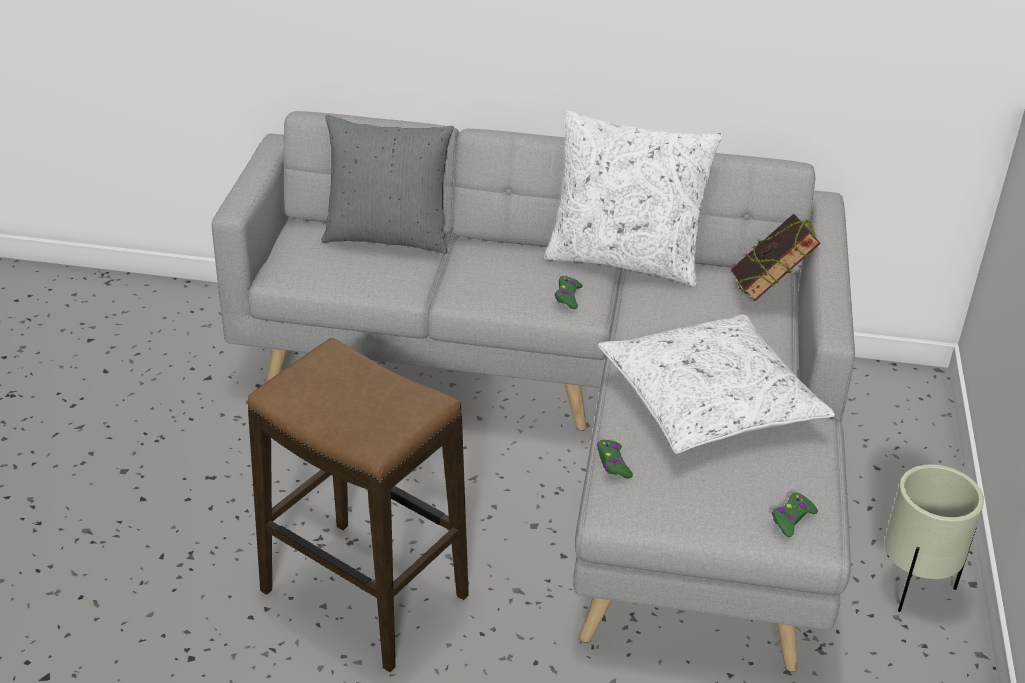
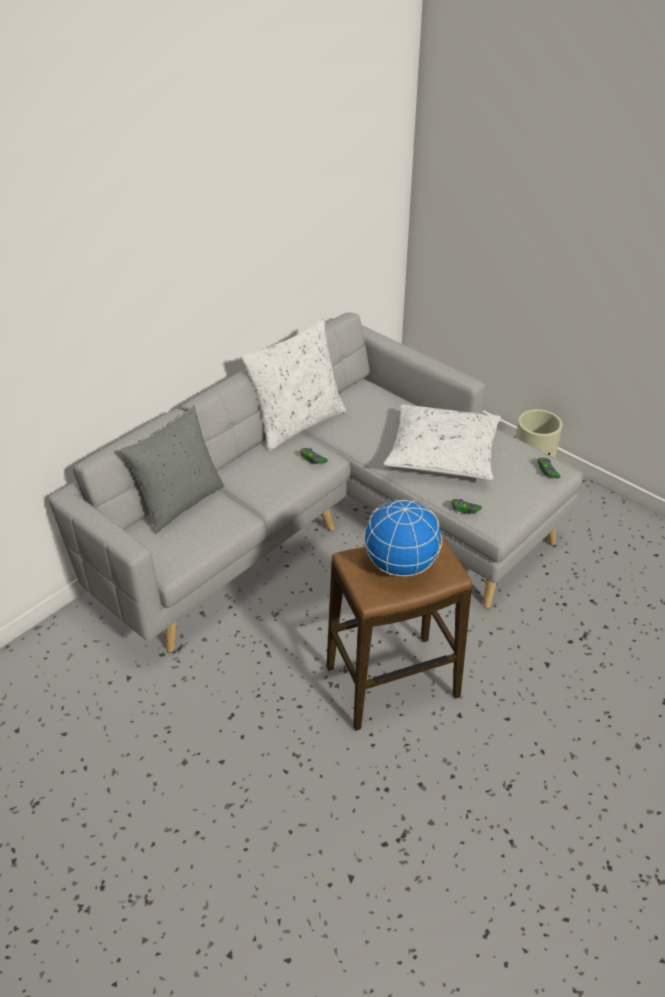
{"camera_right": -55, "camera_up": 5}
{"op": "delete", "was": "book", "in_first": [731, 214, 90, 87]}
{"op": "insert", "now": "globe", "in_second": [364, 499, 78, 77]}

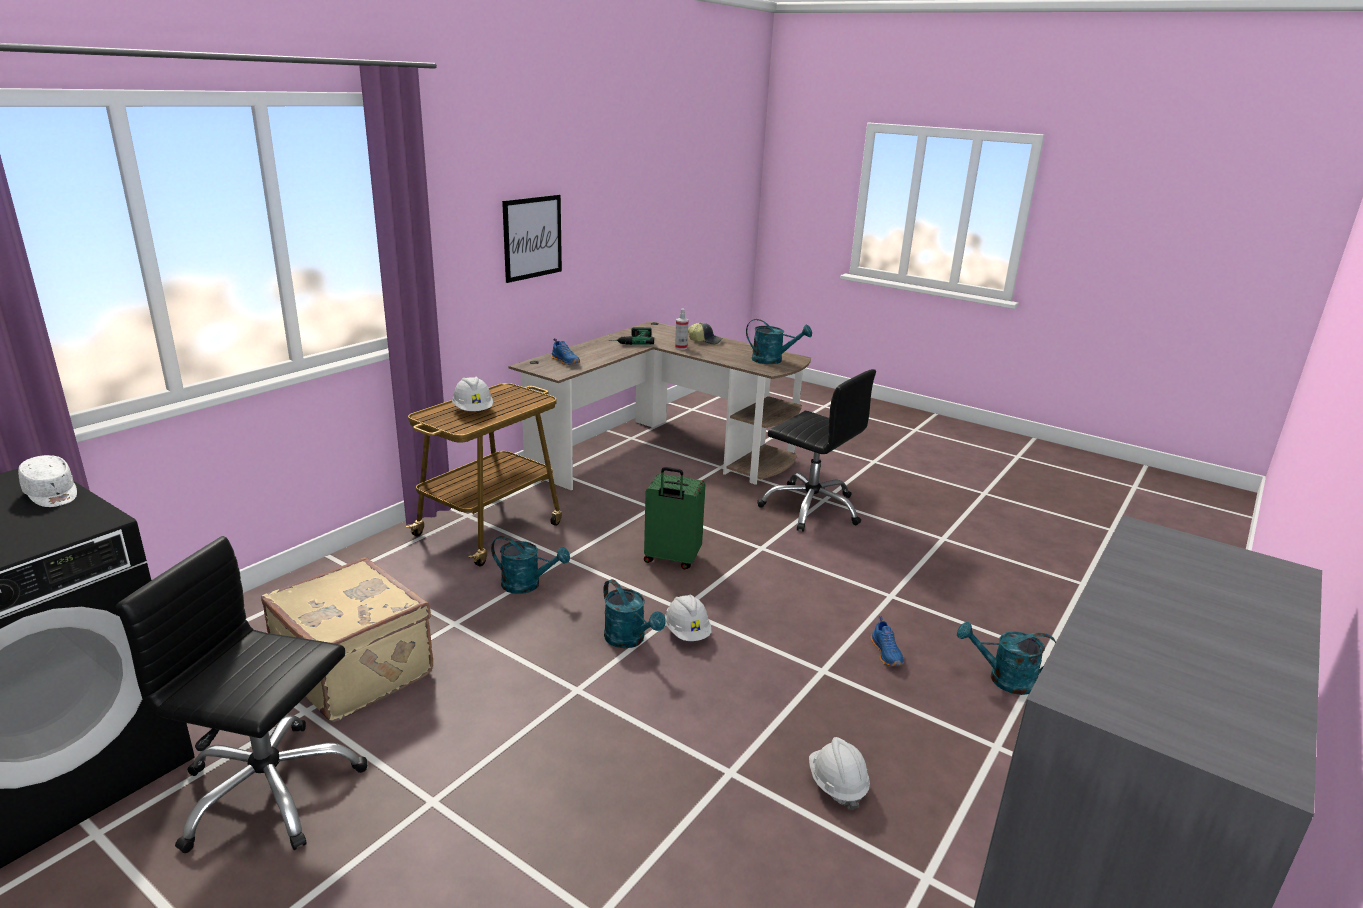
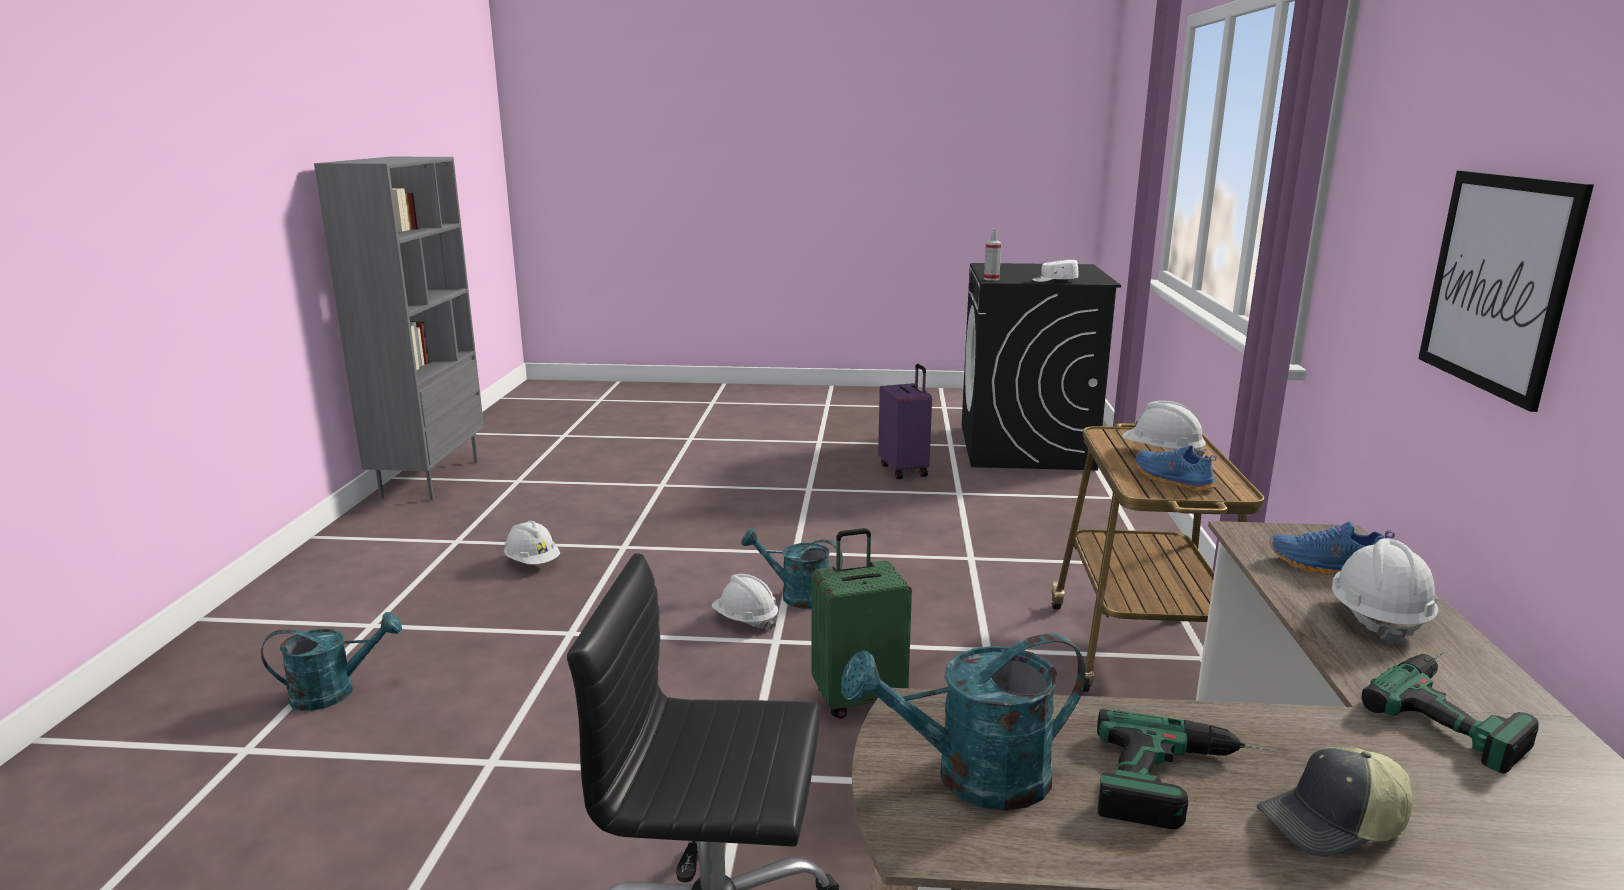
{"camera_right": 150, "camera_up": -5}
{"op": "delete", "was": "beige-coloured suitcase", "in_first": [261, 557, 172, 165]}
{"op": "delete", "was": "turquoise-coloured watering pot", "in_first": [491, 536, 79, 58]}
{"op": "insert", "now": "power drill", "in_second": [1097, 709, 180, 120]}
{"op": "insert", "now": "white-coloured hard hat", "in_second": [1332, 538, 107, 107]}
{"op": "move", "was": "hand sprayer", "in_first": [675, 309, 14, 41], "in_second": [984, 228, 18, 53]}
{"op": "move", "was": "bluish shoe", "in_first": [871, 616, 33, 50], "in_second": [1136, 445, 81, 46]}
{"op": "replace", "was": "blackish computer chair", "now": "purple-coloured suitcase", "in_first": [116, 536, 251, 317], "in_second": [878, 364, 54, 115]}

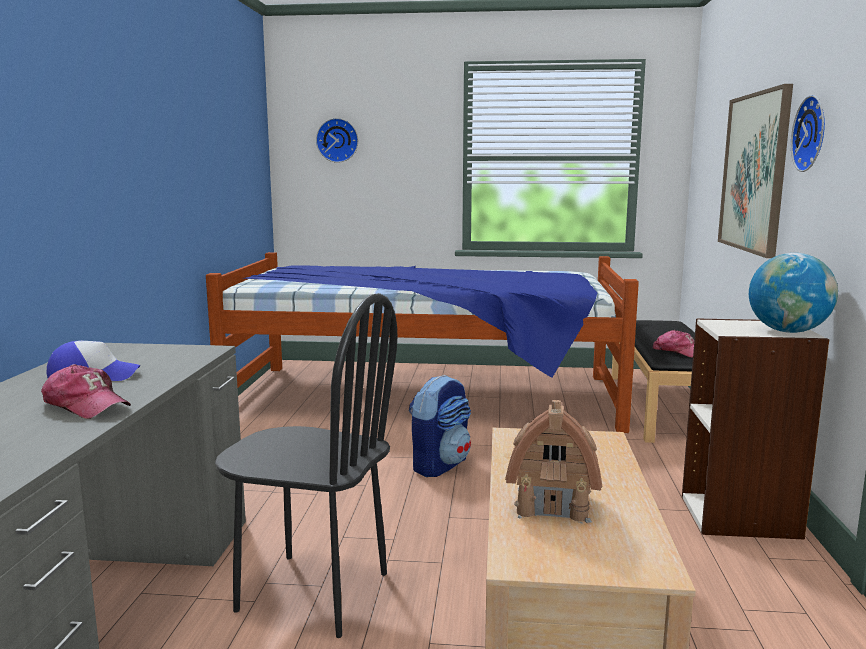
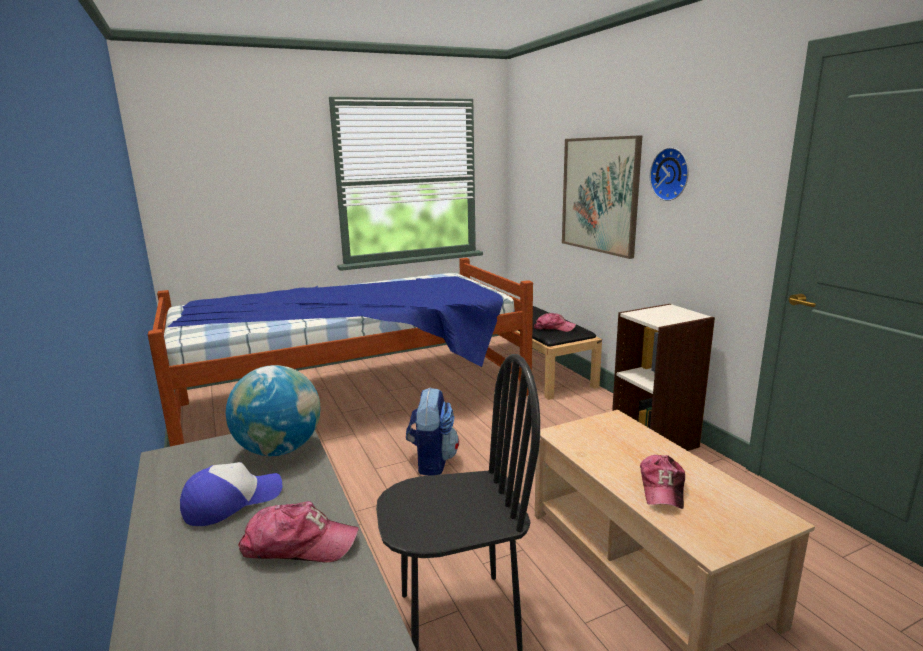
{"camera_right": -30, "camera_up": 5}
{"op": "delete", "was": "clock on the wall", "in_first": [316, 118, 42, 45]}
{"op": "move", "was": "globe", "in_first": [749, 253, 89, 80], "in_second": [226, 365, 94, 91]}
{"op": "replace", "was": "toy house", "now": "baseball cap", "in_first": [505, 400, 97, 124], "in_second": [640, 455, 45, 54]}

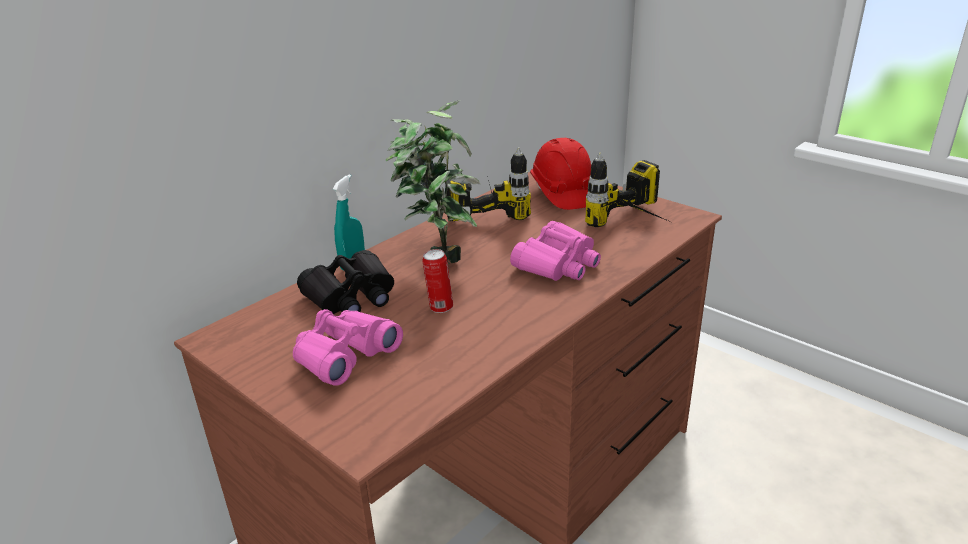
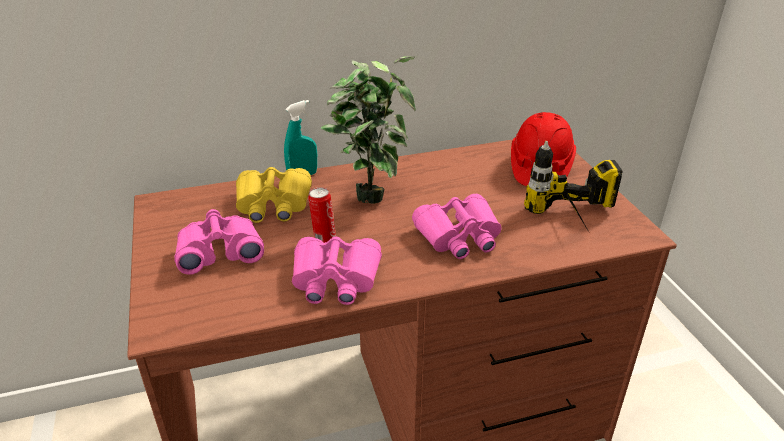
{"camera_right": 30, "camera_up": 5}
{"op": "delete", "was": "power drill", "in_first": [445, 147, 86, 74]}
{"op": "insert", "now": "pinkish pair of binoculars", "in_second": [292, 237, 90, 68]}
{"op": "recolor", "was": "blackish pair of binoculars", "now": "yellowish pair of binoculars", "in_first": [297, 250, 97, 64], "in_second": [236, 167, 76, 56]}

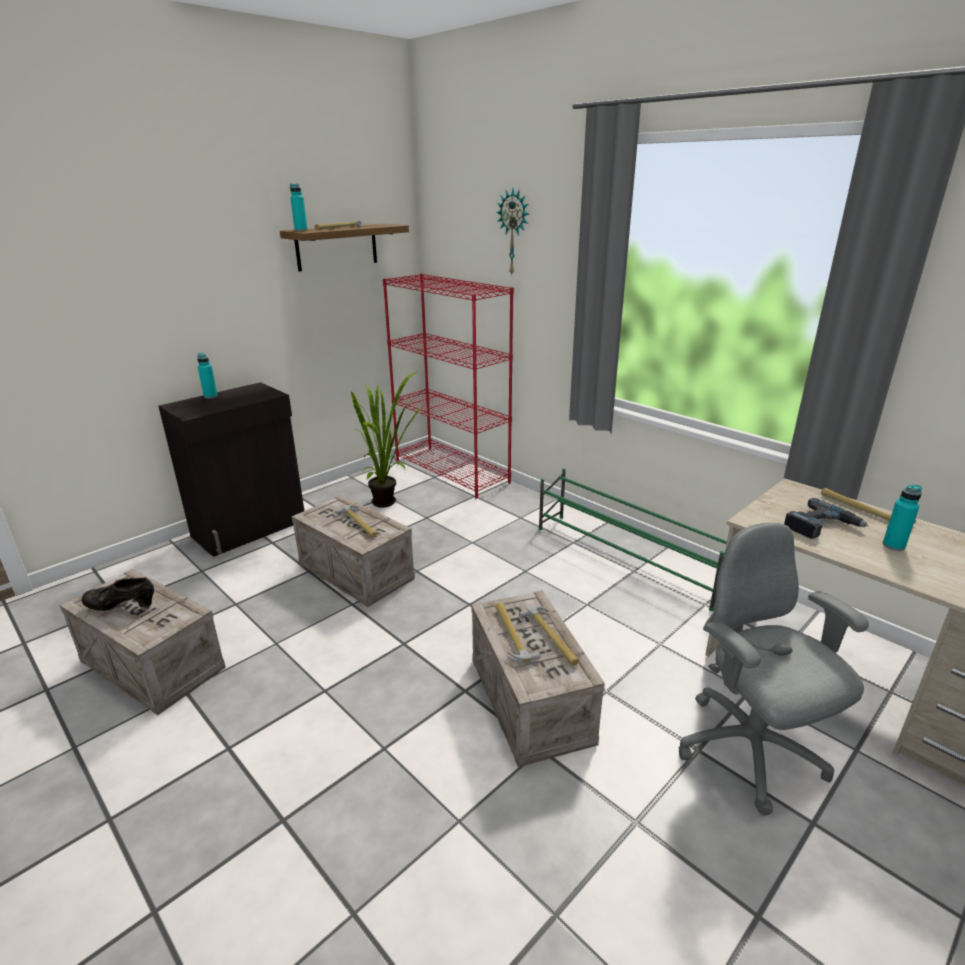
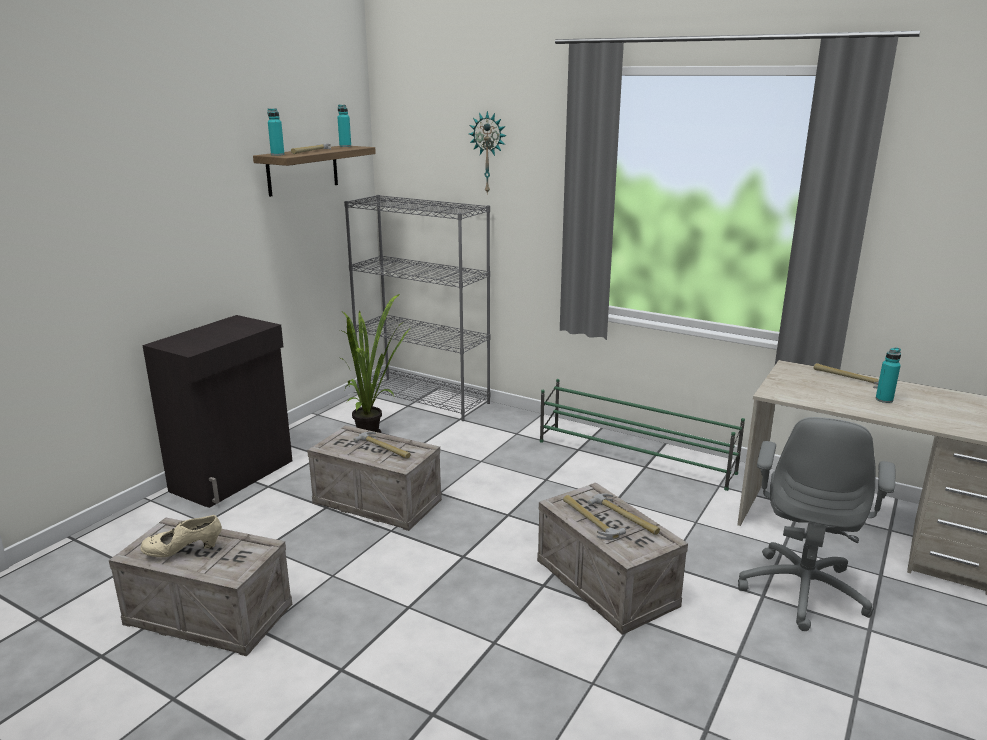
{"camera_right": -15, "camera_up": -5}
{"op": "delete", "was": "power drill", "in_first": [784, 498, 85, 41]}
{"op": "move", "was": "turquoise-coloured beverage bottle", "in_first": [197, 353, 21, 46], "in_second": [337, 105, 14, 42]}
{"op": "recolor", "was": "blackish shoe", "now": "beige-coloured shoe", "in_first": [82, 577, 72, 34], "in_second": [140, 515, 82, 42]}
{"op": "recolor", "was": "red bookshelf", "now": "greyish bookshelf", "in_first": [383, 273, 131, 226], "in_second": [344, 195, 146, 226]}
{"op": "rotate", "was": "greyish computer chair", "in_first": [679, 523, 190, 292], "in_second": [738, 417, 157, 214], "clockwise": -120}

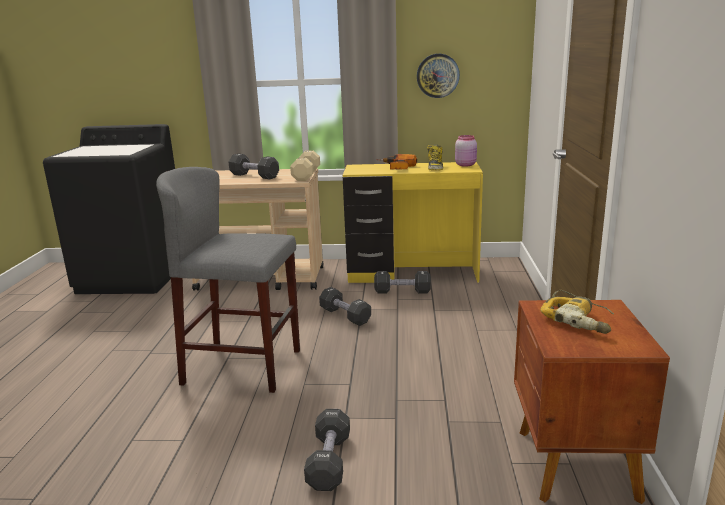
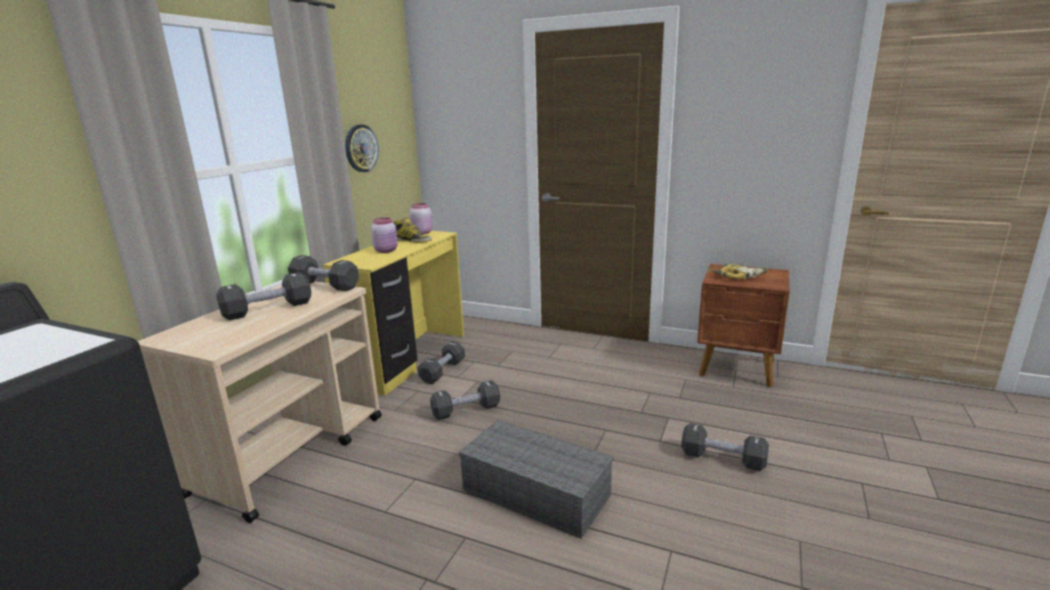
{"camera_right": -70, "camera_up": 0}
{"op": "replace", "was": "greyish sitting stool", "now": "greyish storage container", "in_first": [156, 167, 144, 226], "in_second": [459, 420, 154, 119]}
{"op": "replace", "was": "power drill", "now": "pinkish storage jar", "in_first": [376, 154, 41, 15], "in_second": [371, 217, 27, 36]}
{"op": "recolor", "was": "beige-coloured hand weight", "now": "blackish hand weight", "in_first": [290, 150, 30, 31], "in_second": [288, 255, 71, 36]}

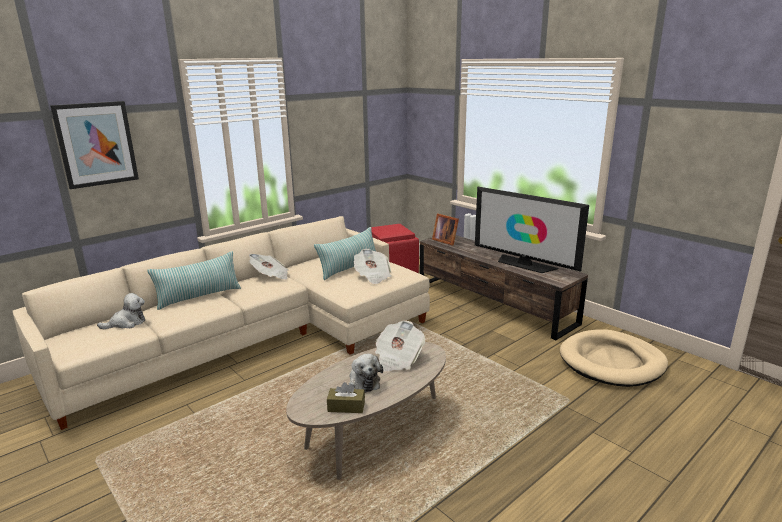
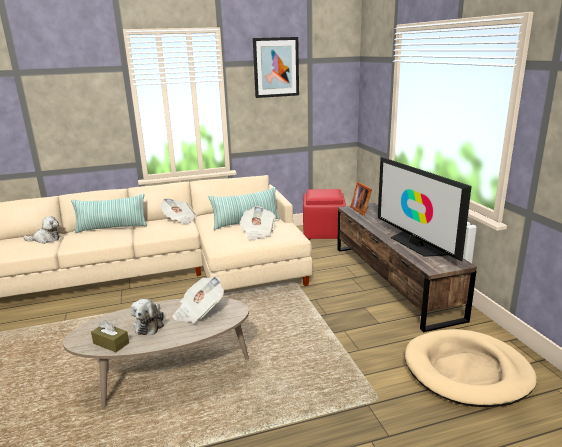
{"camera_right": 25, "camera_up": 0}
{"op": "move", "was": "wall art", "in_first": [50, 101, 89, 88], "in_second": [253, 37, 46, 61]}

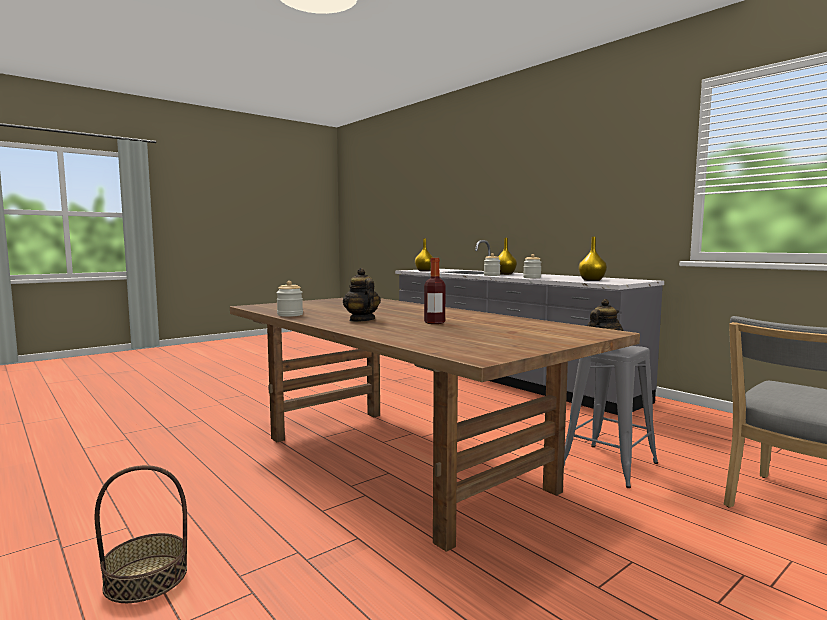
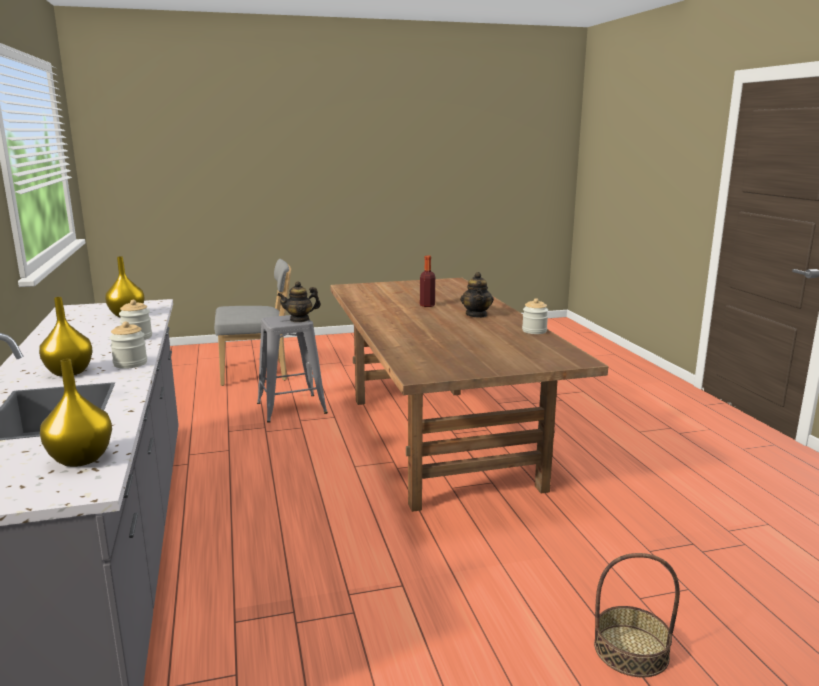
{"camera_right": -155, "camera_up": 10}
{"op": "move", "was": "storage basket", "in_first": [95, 465, 92, 138], "in_second": [594, 553, 86, 124]}

